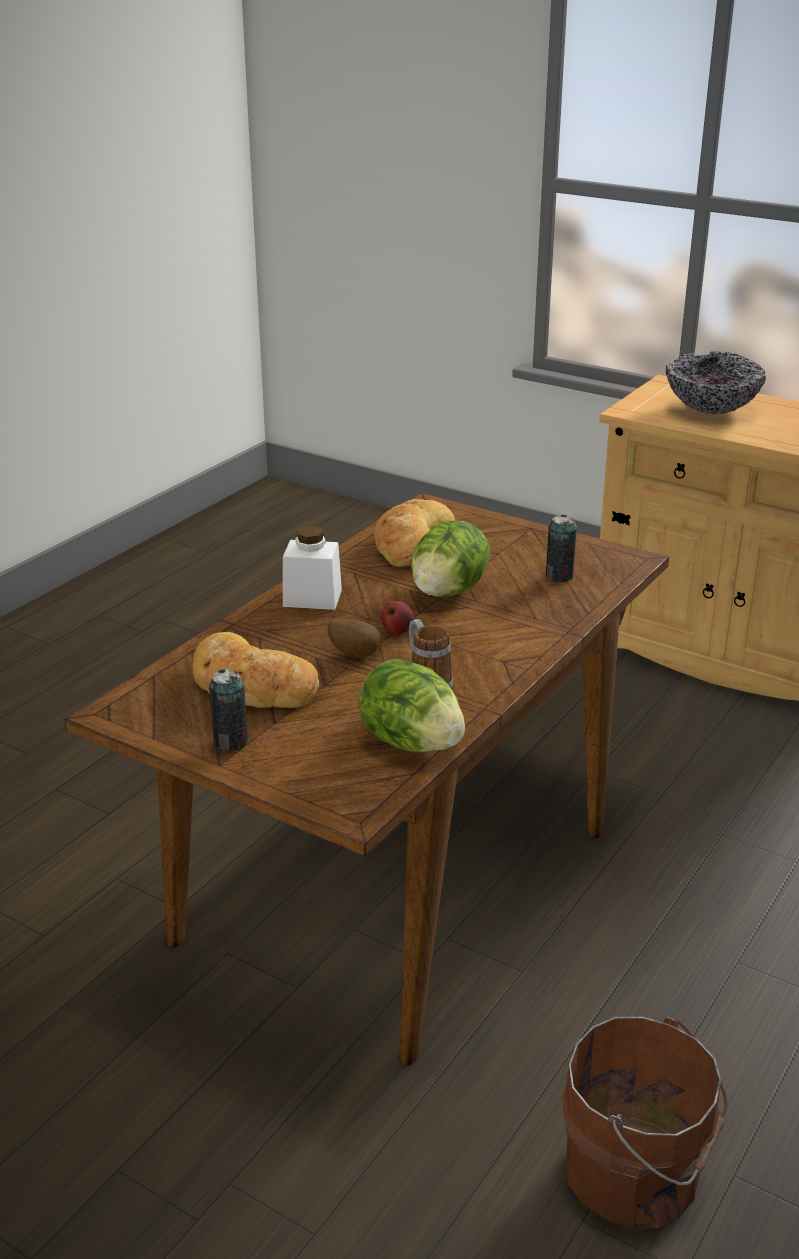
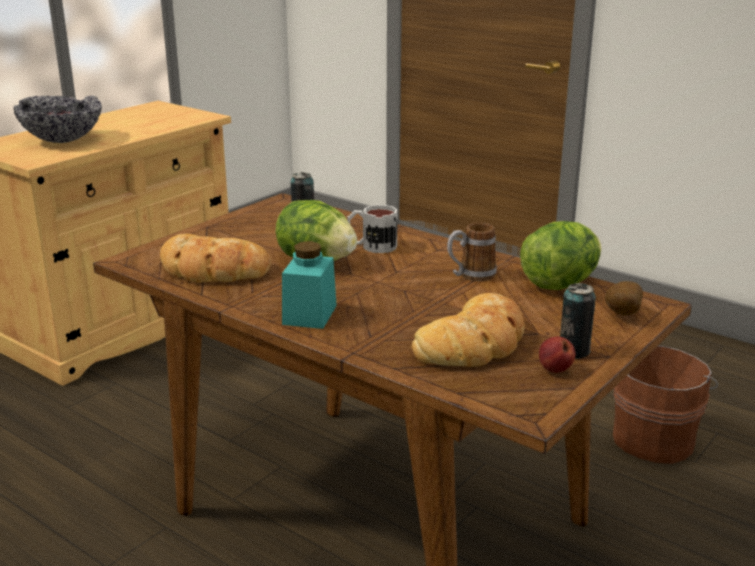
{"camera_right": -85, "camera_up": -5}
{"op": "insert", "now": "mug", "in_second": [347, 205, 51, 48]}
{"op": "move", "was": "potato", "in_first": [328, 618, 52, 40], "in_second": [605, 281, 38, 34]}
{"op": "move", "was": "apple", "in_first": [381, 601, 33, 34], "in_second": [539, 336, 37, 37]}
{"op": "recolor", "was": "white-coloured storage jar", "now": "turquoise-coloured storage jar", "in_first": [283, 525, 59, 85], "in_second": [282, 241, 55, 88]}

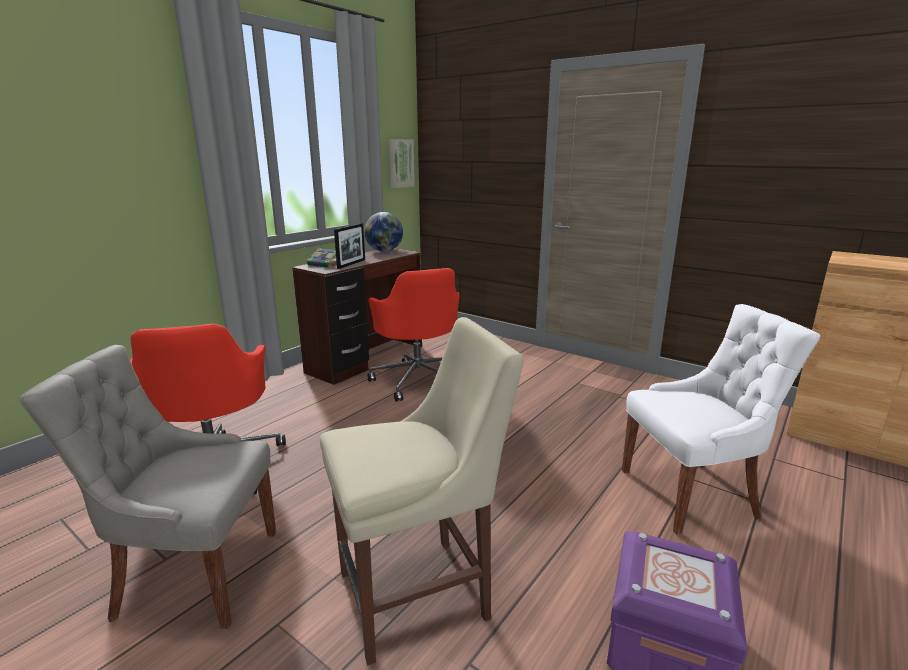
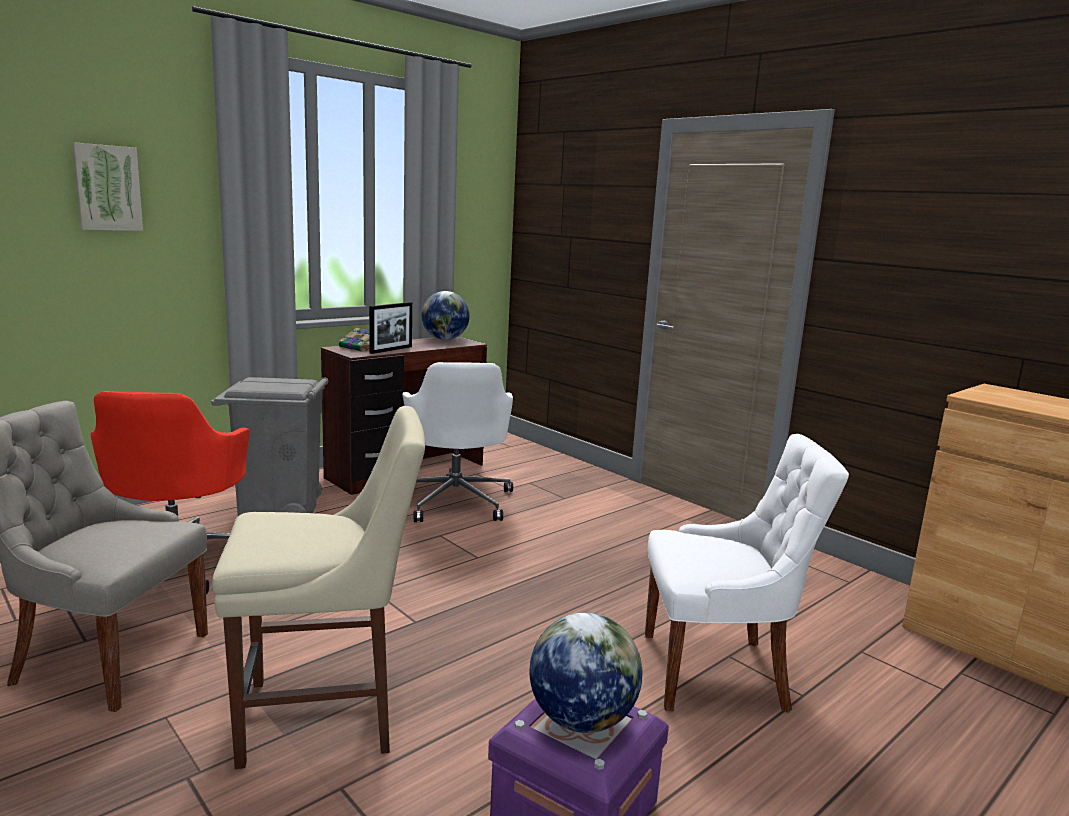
{"camera_right": 10, "camera_up": -5}
{"op": "insert", "now": "greyish trash can", "in_second": [211, 377, 118, 139]}
{"op": "insert", "now": "globe", "in_second": [529, 612, 113, 121]}
{"op": "move", "was": "wall art", "in_first": [389, 139, 26, 49], "in_second": [72, 142, 71, 89]}
{"op": "recolor", "was": "red computer chair", "now": "white-coloured computer chair", "in_first": [368, 268, 91, 134], "in_second": [402, 362, 111, 160]}

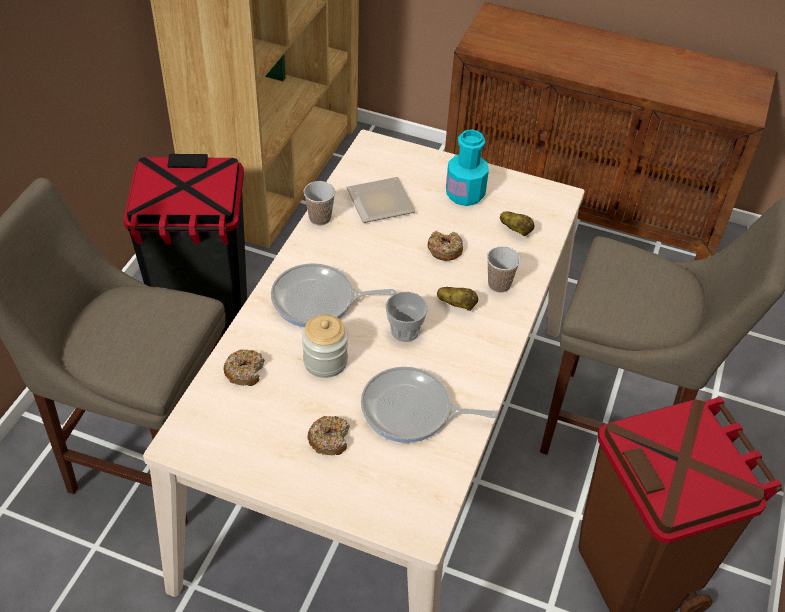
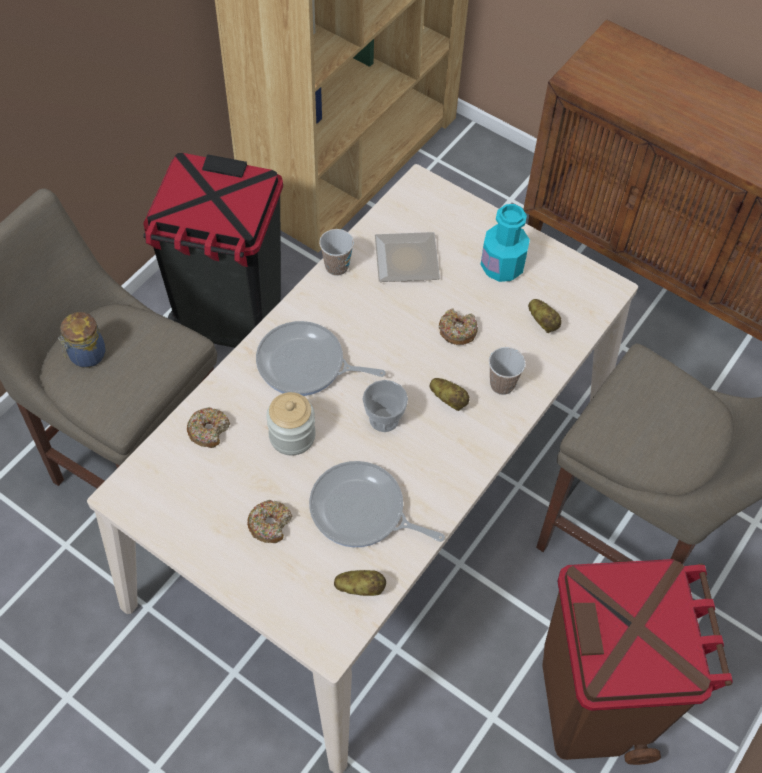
{"camera_right": 15, "camera_up": 10}
{"op": "insert", "now": "storage jar", "in_second": [58, 312, 48, 56]}
{"op": "insert", "now": "potato", "in_second": [334, 570, 52, 26]}

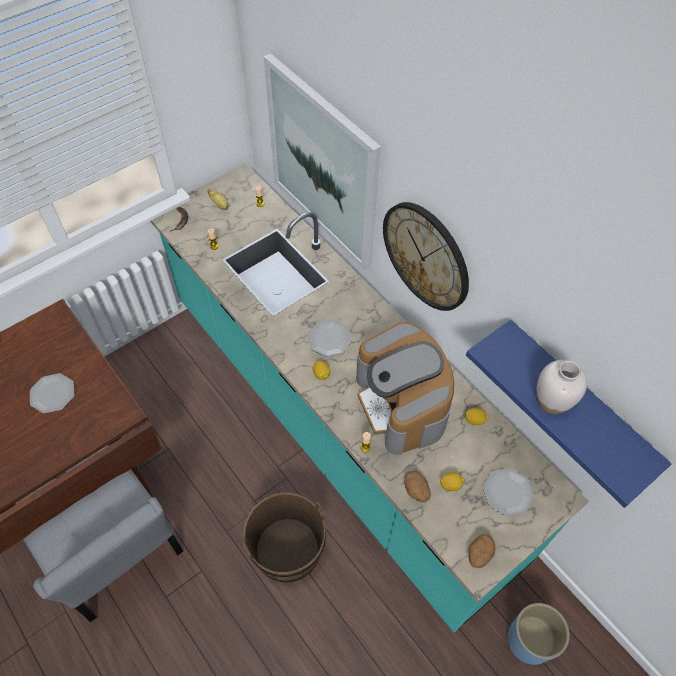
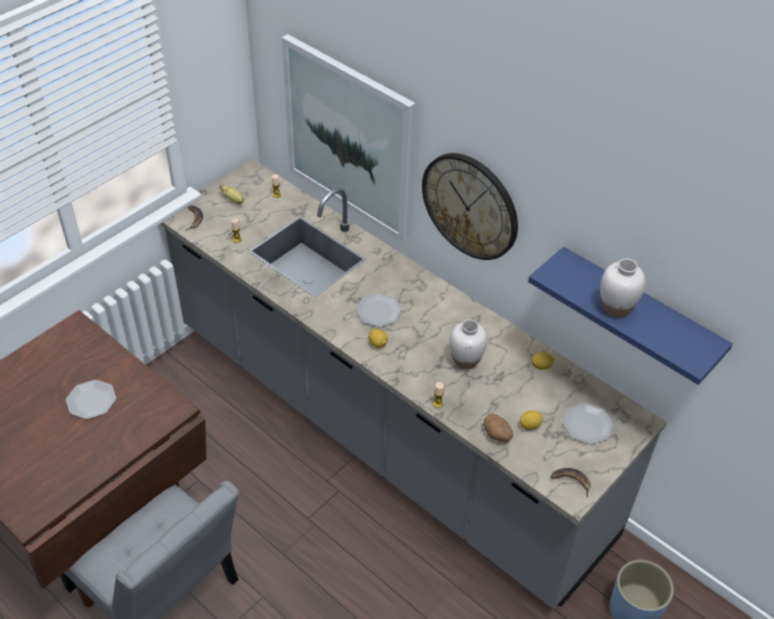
{"camera_right": -10, "camera_up": -10}
{"op": "delete", "was": "brownish pail", "in_first": [242, 493, 84, 89]}
{"op": "replace", "was": "coffee brewer", "now": "white-coloured decorative vase", "in_first": [356, 322, 98, 133], "in_second": [450, 319, 37, 50]}
{"op": "replace", "was": "potato", "now": "whole banana", "in_first": [468, 534, 27, 34], "in_second": [551, 468, 40, 30]}
{"op": "recolor", "was": "turquoise-coloured counter", "now": "greyish counter", "in_first": [150, 164, 439, 469], "in_second": [160, 159, 507, 450]}

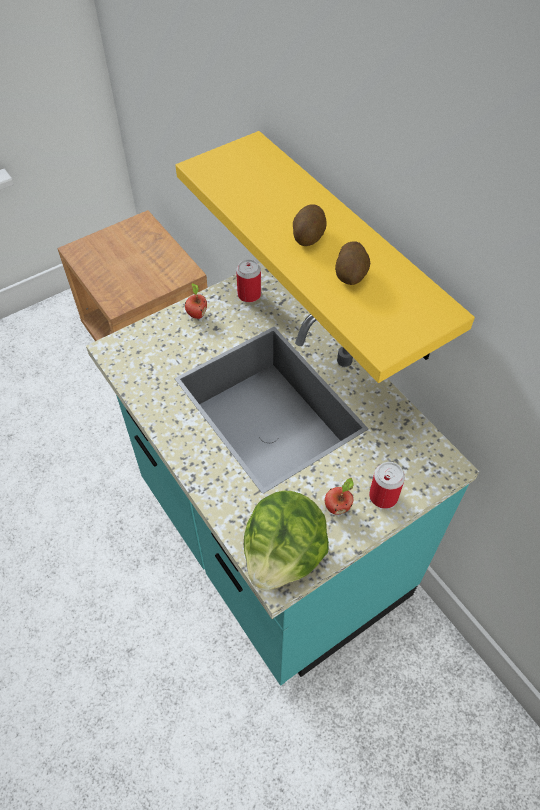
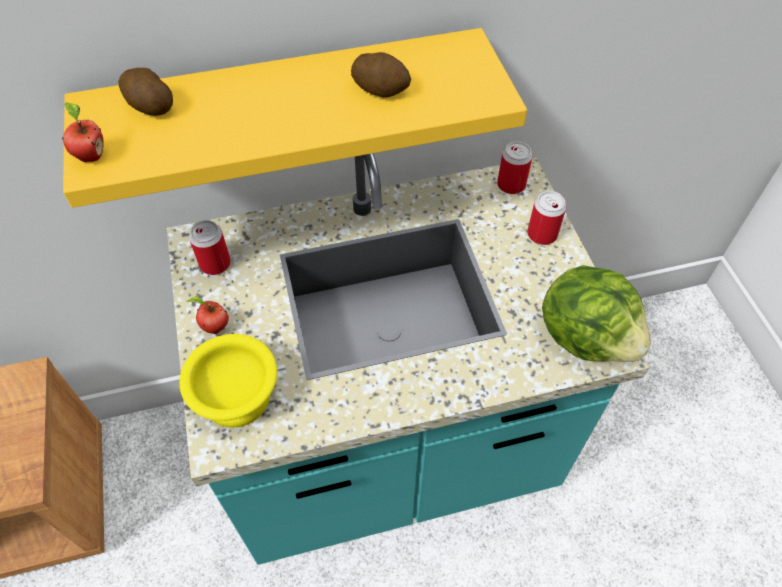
{"camera_right": -70, "camera_up": 0}
{"op": "insert", "now": "yellowish bowl", "in_second": [179, 334, 98, 94]}
{"op": "insert", "now": "can", "in_second": [497, 141, 36, 53]}
{"op": "move", "was": "potato", "in_first": [293, 205, 33, 41], "in_second": [118, 68, 55, 48]}
{"op": "move", "was": "apple", "in_first": [325, 478, 29, 37], "in_second": [62, 102, 42, 60]}

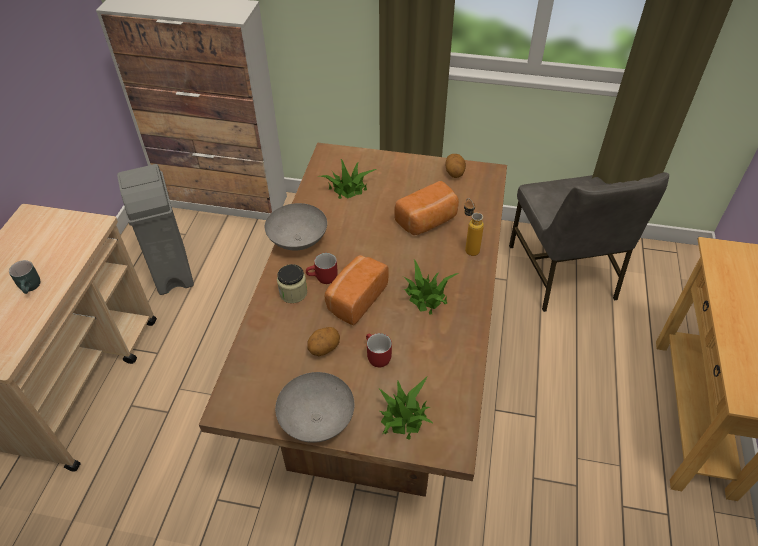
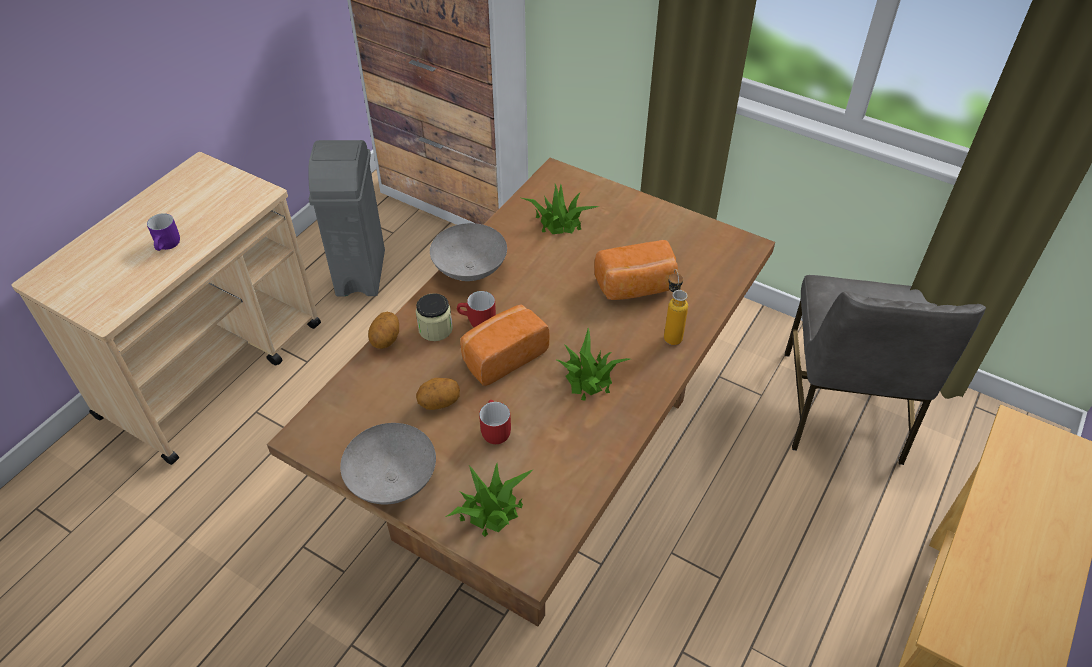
{"camera_right": 20, "camera_up": 0}
{"op": "move", "was": "potato", "in_first": [446, 154, 20, 24], "in_second": [368, 312, 31, 37]}
{"op": "recolor", "was": "turquoise-coloured mug", "now": "purple-coloured mug", "in_first": [9, 260, 31, 34], "in_second": [147, 213, 33, 38]}

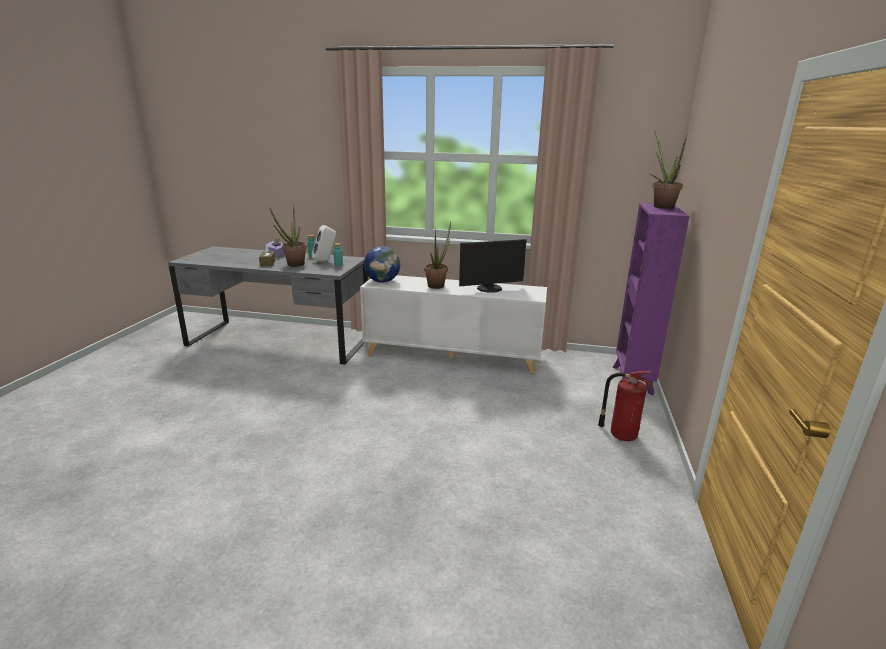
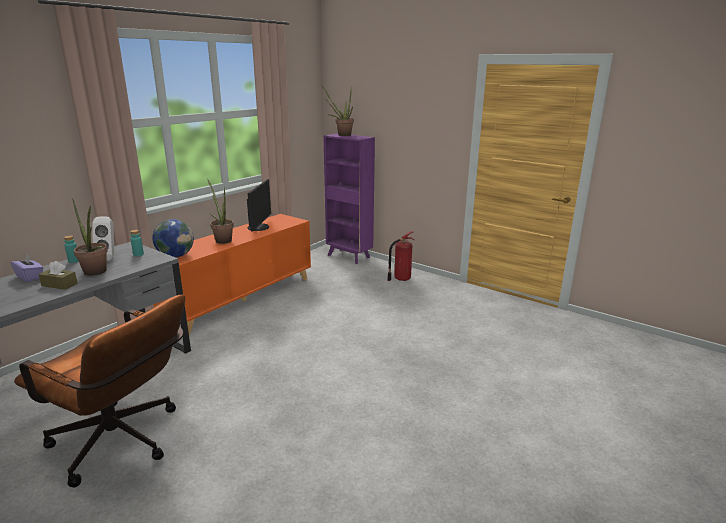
{"camera_right": -65, "camera_up": 0}
{"op": "insert", "now": "brownish computer chair", "in_second": [14, 294, 171, 194]}
{"op": "recolor", "was": "white-coloured cupboard", "now": "orange cupboard", "in_first": [360, 275, 187, 98], "in_second": [153, 214, 158, 121]}

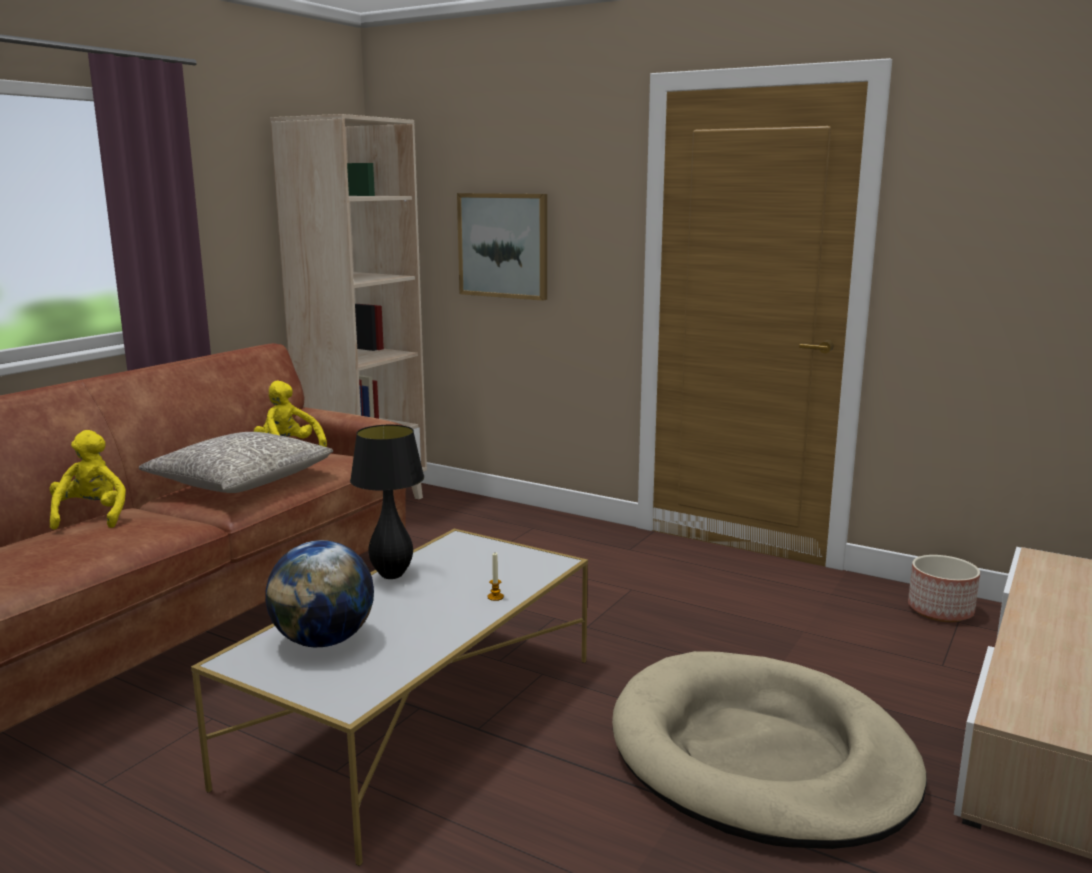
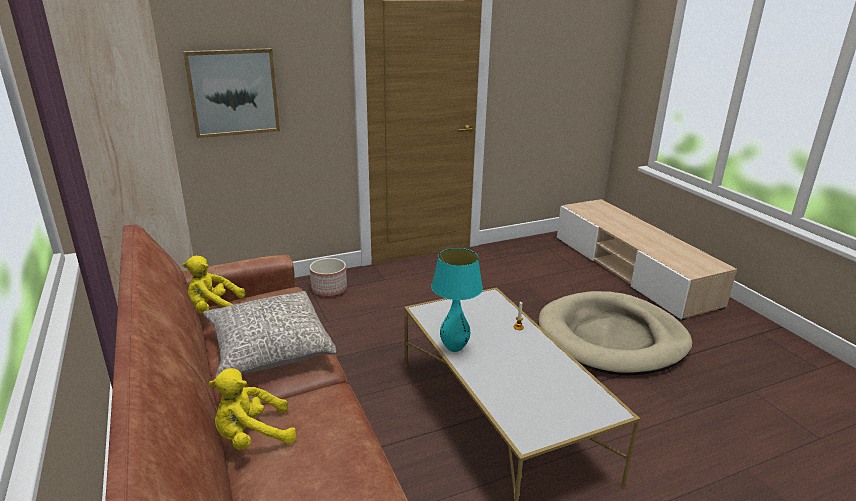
{"camera_right": -55, "camera_up": 10}
{"op": "delete", "was": "globe", "in_first": [265, 540, 109, 107]}
{"op": "move", "was": "planter", "in_first": [908, 555, 72, 67], "in_second": [310, 258, 37, 39]}
{"op": "recolor", "was": "blackish lamp for a table", "now": "turquoise-coloured lamp for a table", "in_first": [350, 425, 74, 154], "in_second": [431, 248, 52, 104]}
{"op": "rotate", "was": "yellowish soft toy", "in_first": [50, 430, 76, 100], "in_second": [209, 368, 87, 82], "clockwise": -45}

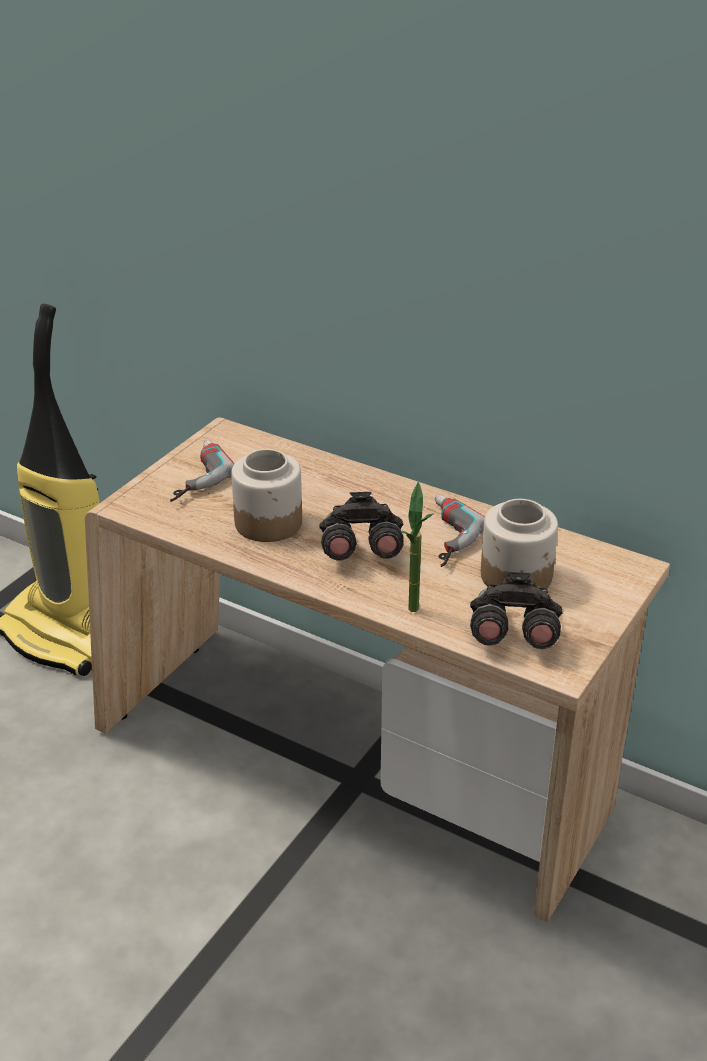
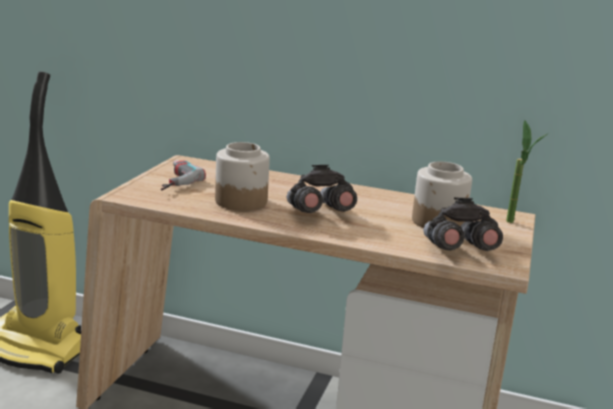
{"camera_right": -15, "camera_up": -15}
{"op": "delete", "was": "power drill", "in_first": [434, 495, 51, 72]}
{"op": "move", "was": "houseplant", "in_first": [401, 482, 32, 130], "in_second": [506, 120, 41, 103]}

